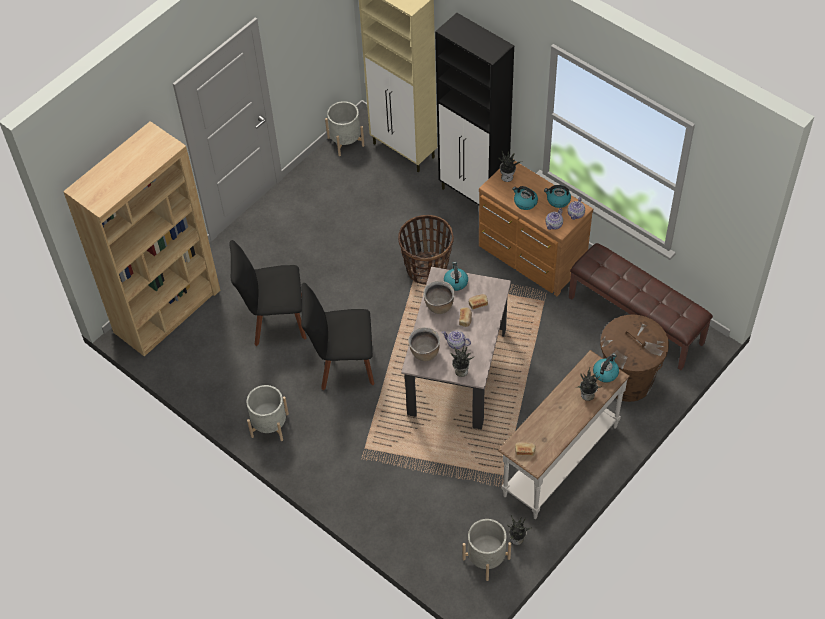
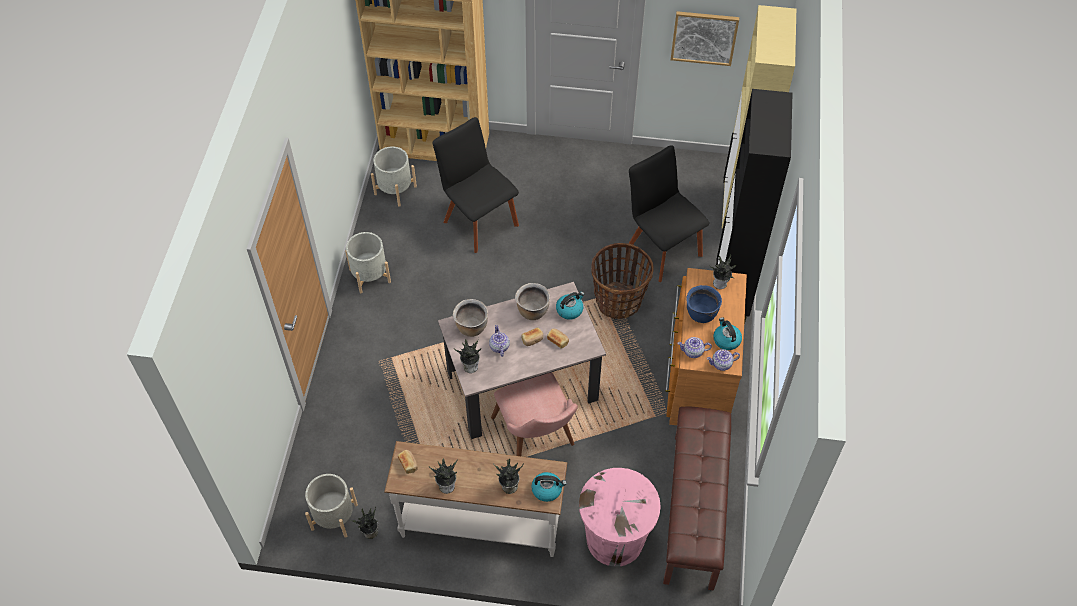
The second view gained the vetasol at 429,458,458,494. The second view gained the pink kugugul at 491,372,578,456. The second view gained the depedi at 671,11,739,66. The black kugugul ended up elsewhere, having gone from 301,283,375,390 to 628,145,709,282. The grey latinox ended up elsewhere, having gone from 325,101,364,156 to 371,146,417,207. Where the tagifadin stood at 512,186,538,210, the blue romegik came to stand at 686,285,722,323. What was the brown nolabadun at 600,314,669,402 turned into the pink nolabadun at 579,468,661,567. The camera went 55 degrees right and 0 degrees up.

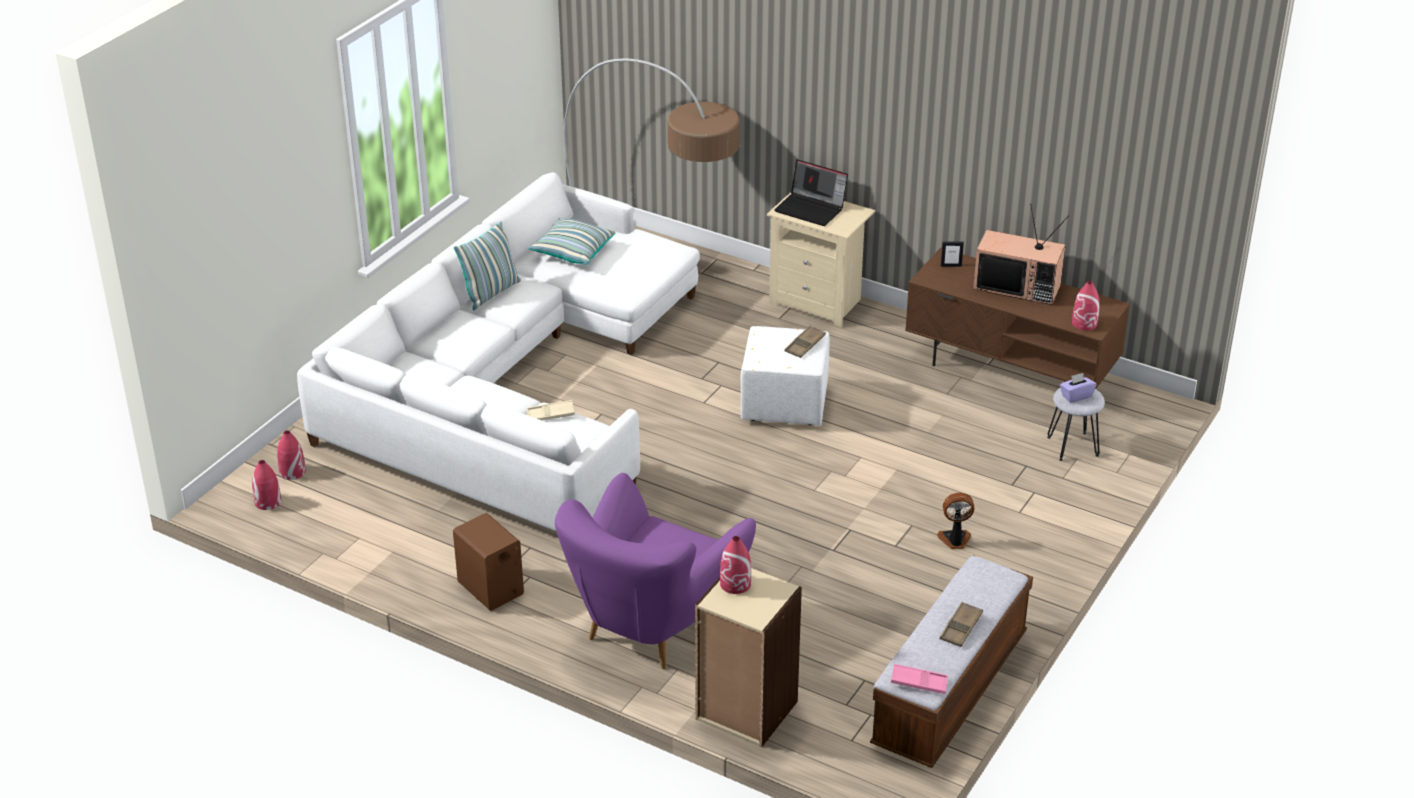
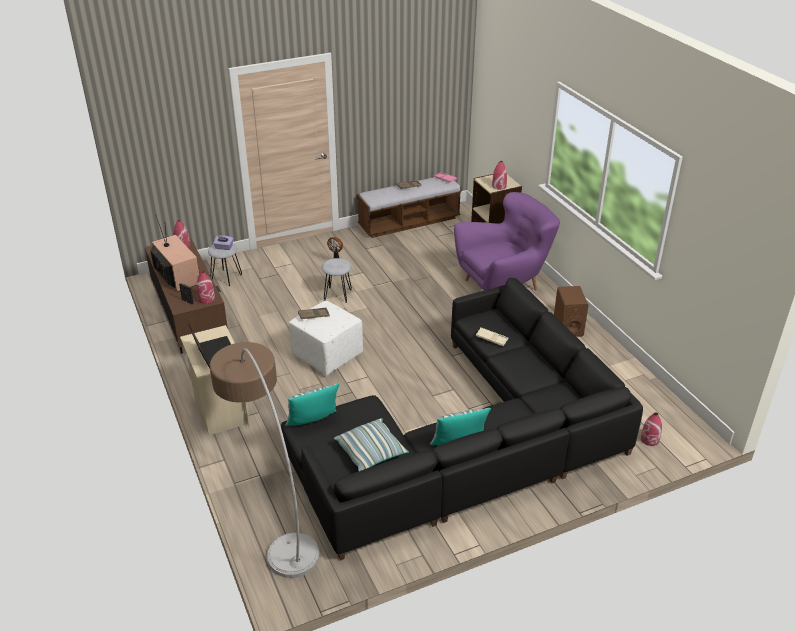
The second view gained the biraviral at 286,383,340,426. The second view gained the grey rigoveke at 322,258,352,303. The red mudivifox ended up elsewhere, having gone from 252,460,281,510 to 196,271,215,304. What was the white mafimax at 297,172,700,531 turned into the black mafimax at 281,278,643,561. The camera went 145 degrees left and 0 degrees up.

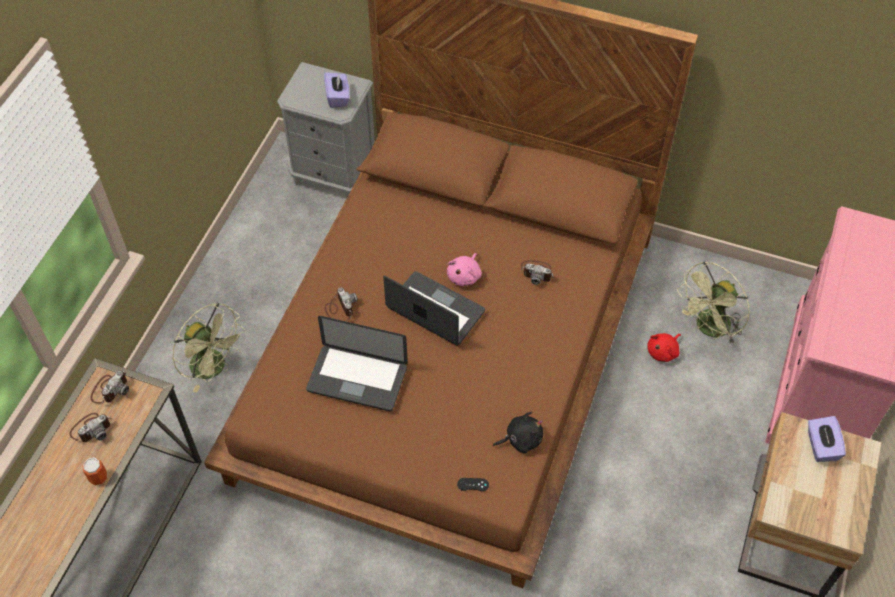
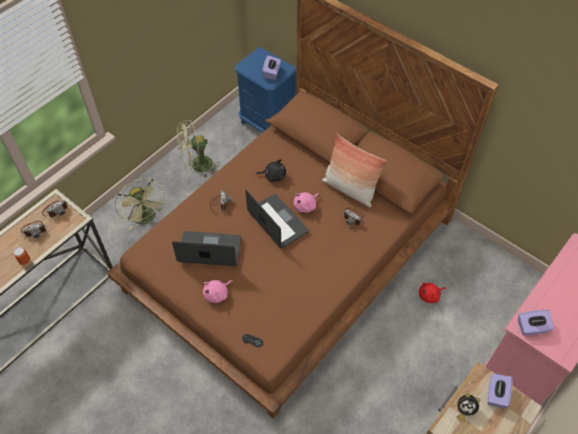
The second view gained the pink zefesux at 203,280,233,303. The second view gained the biraviral at 322,133,387,207. The second view gained the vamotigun at 457,394,480,421. The second view gained the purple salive at 518,310,554,336. The black zefesux ended up elsewhere, having gone from 493,412,543,453 to 256,159,286,182. The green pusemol ended up elsewhere, having gone from 677,261,750,345 to 177,119,219,178. What was the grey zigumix at 277,62,375,195 turned into the blue zigumix at 235,47,296,132. The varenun at 306,316,408,411 ended up facing another way, 150 degrees clockwise from before. The camera went 20 degrees right and 0 degrees up.

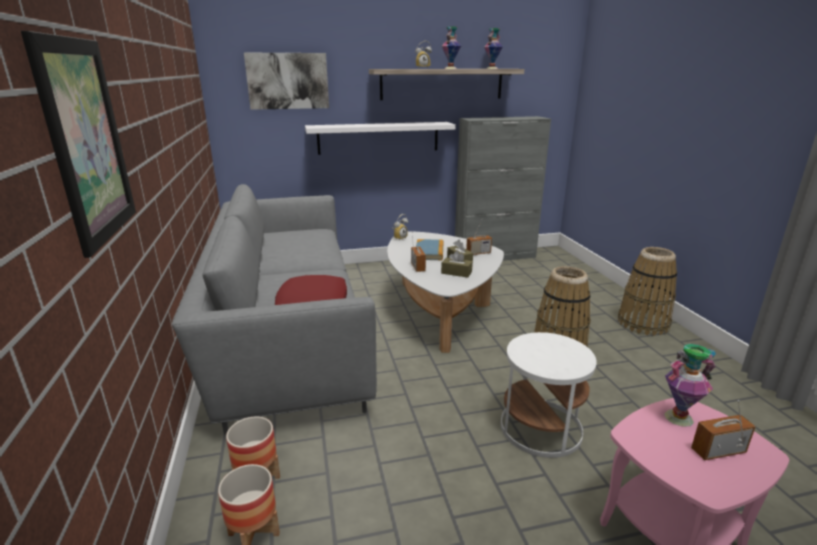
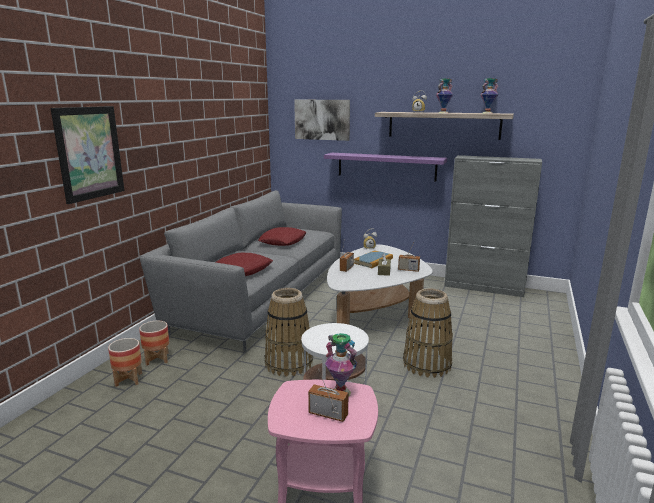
The second view lost the brown salive at 441,251,473,278. The second view gained the red biraviral at 258,227,307,246. The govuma ended up elsewhere, having gone from 618,247,677,336 to 265,288,313,377. What was the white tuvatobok at 305,122,456,155 turned into the purple tuvatobok at 324,153,447,182. The camera went 35 degrees right and 5 degrees down.

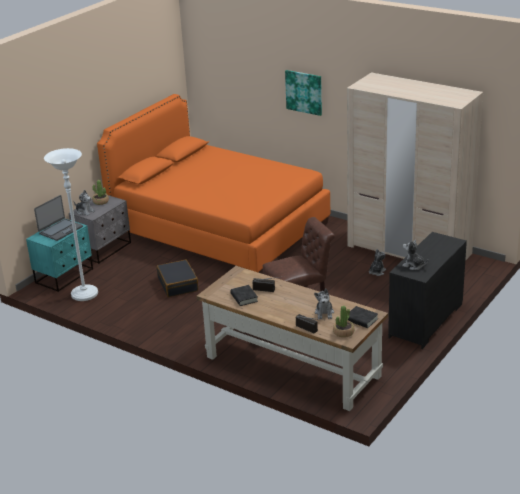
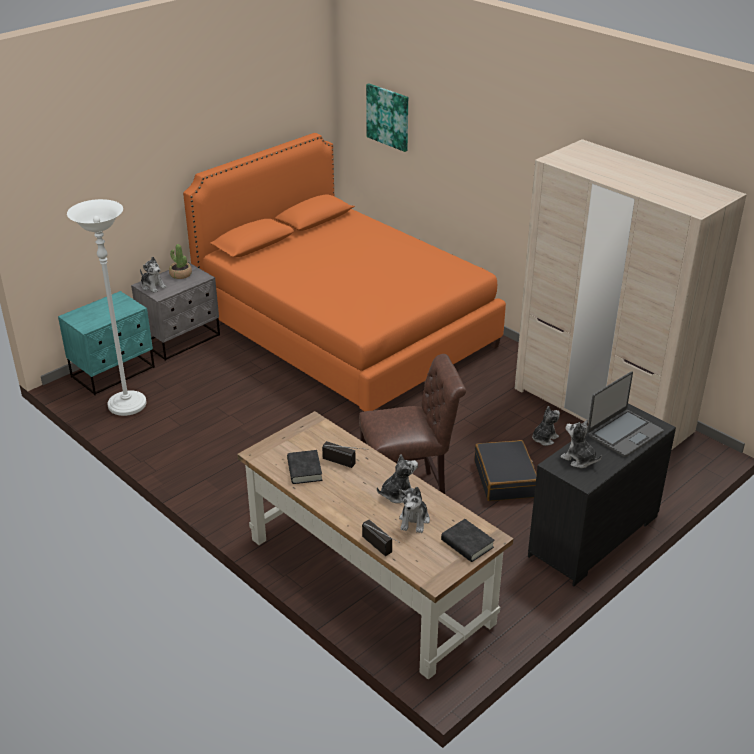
The second view lost the vetasol at 333,306,354,338. The second view gained the zefesux at 377,454,418,503. The varenun ended up elsewhere, having gone from 34,195,83,241 to 588,371,664,457. The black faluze ended up elsewhere, having gone from 156,259,198,297 to 475,440,537,501. The depedi ended up elsewhere, having gone from 285,70,322,116 to 366,83,408,152. The camera went 10 degrees right and 5 degrees up.

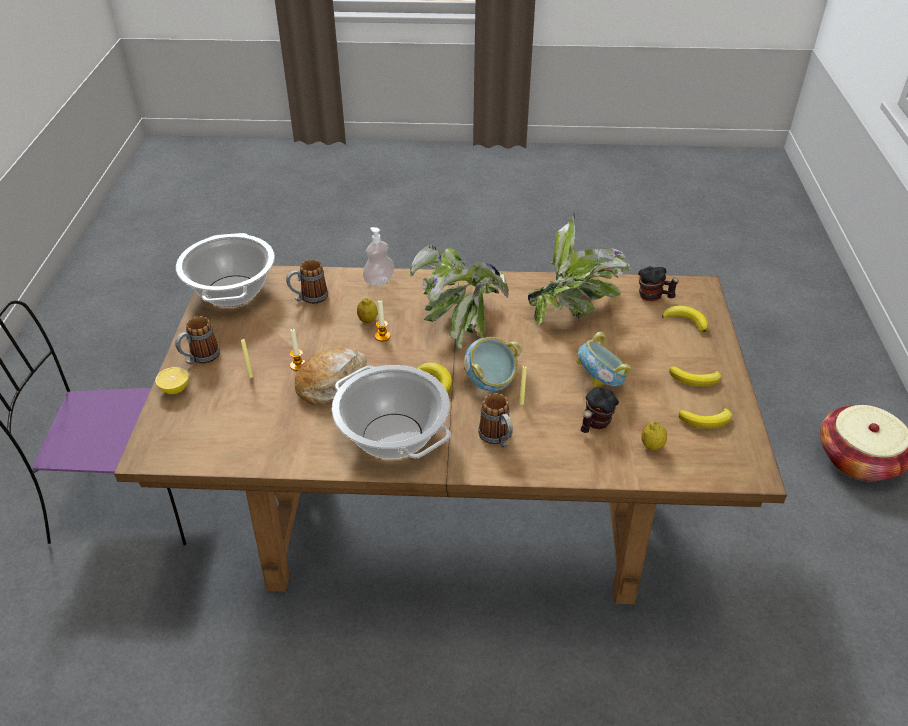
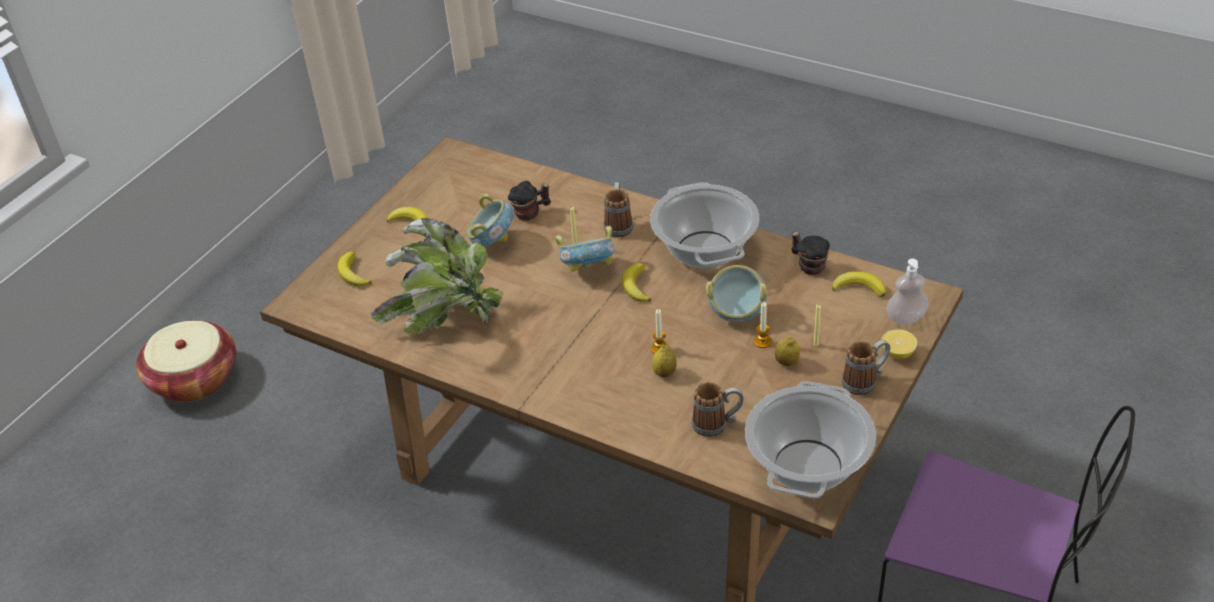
The second view lost the vetasol at 410,244,509,349. The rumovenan ended up elsewhere, having gone from 363,227,394,286 to 886,259,929,325. The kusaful ended up elsewhere, having gone from 638,267,679,301 to 791,232,830,275. The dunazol ended up elsewhere, having gone from 641,421,667,450 to 775,337,800,366. The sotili ended up elsewhere, having gone from 679,408,732,428 to 832,271,886,297. Where the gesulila stood at 294,348,367,405, the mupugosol came to stand at 706,265,767,322. The camera went 150 degrees left and 0 degrees up.

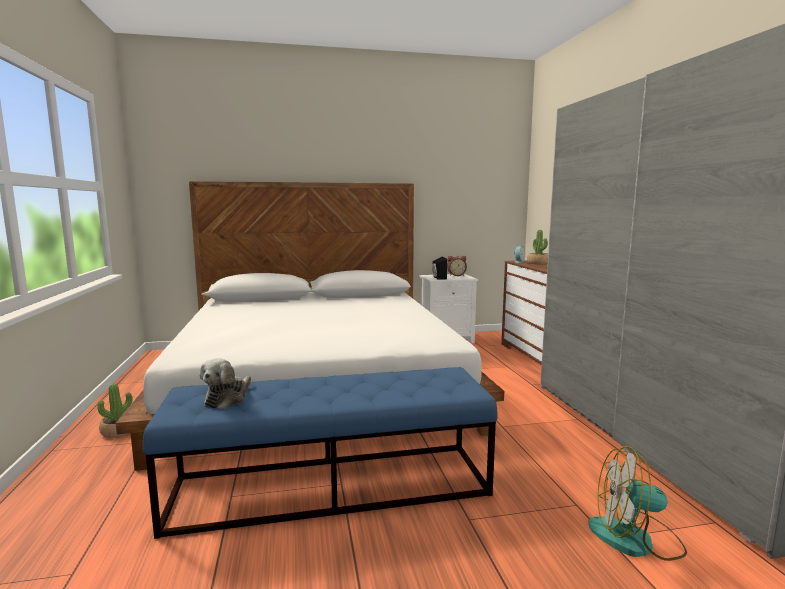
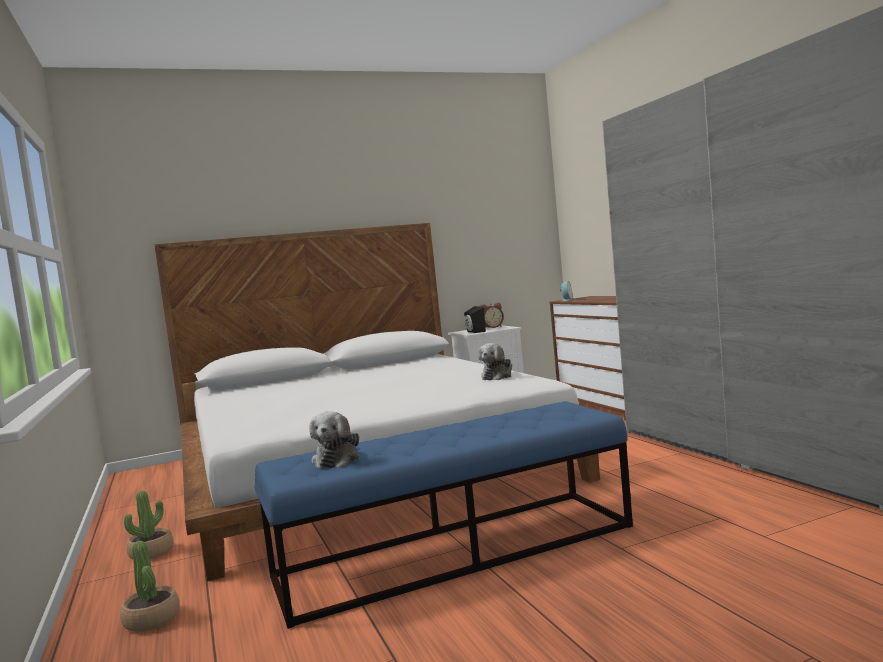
The second view lost the pusemol at 588,446,687,561. The second view gained the zefesux at 478,343,512,380. The vetasol ended up elsewhere, having gone from 527,230,548,265 to 120,541,180,632. The camera went 10 degrees left and 5 degrees down.

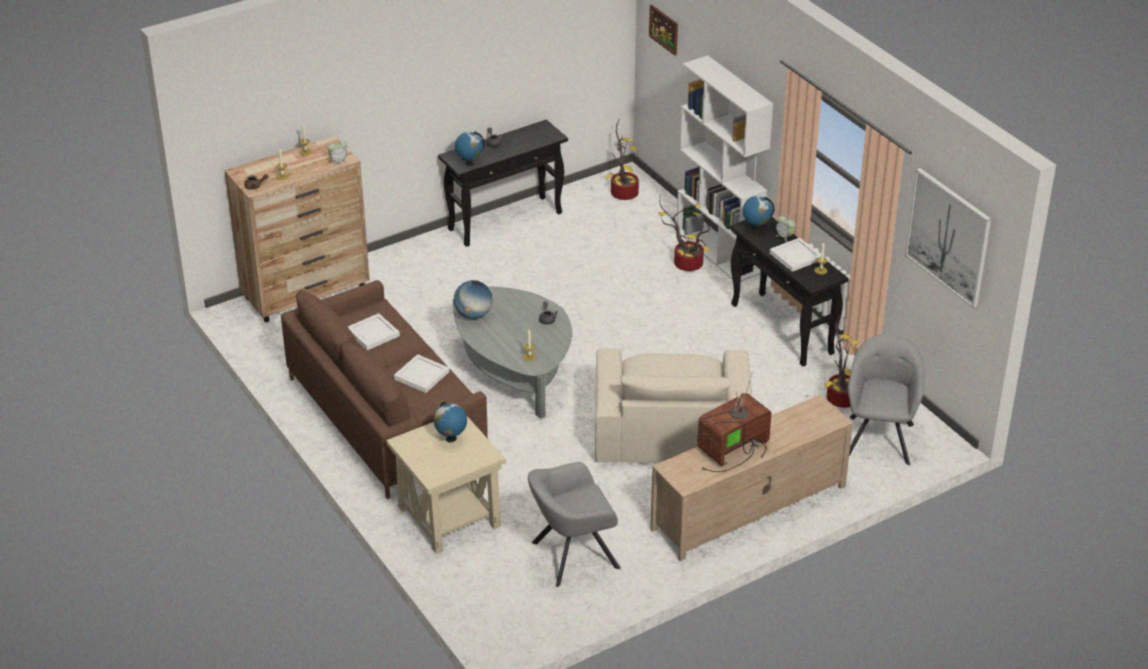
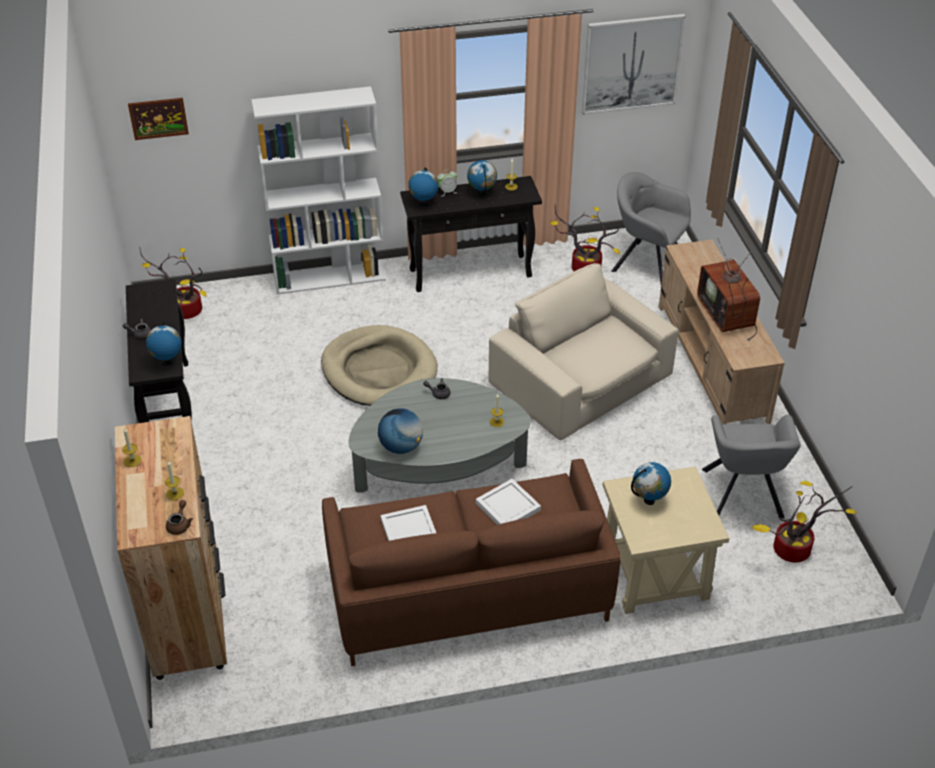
The second view lost the vamotigun at 327,139,348,166. The second view gained the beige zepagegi at 321,325,438,406. The vetasol ended up elsewhere, having gone from 658,201,710,271 to 752,481,857,563. Where the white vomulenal stood at 770,238,821,272, the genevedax came to stand at 467,160,497,196. The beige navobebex at 595,349,752,463 ended up facing another way, 150 degrees counterclockwise from before. The camera went 70 degrees left and 5 degrees up.

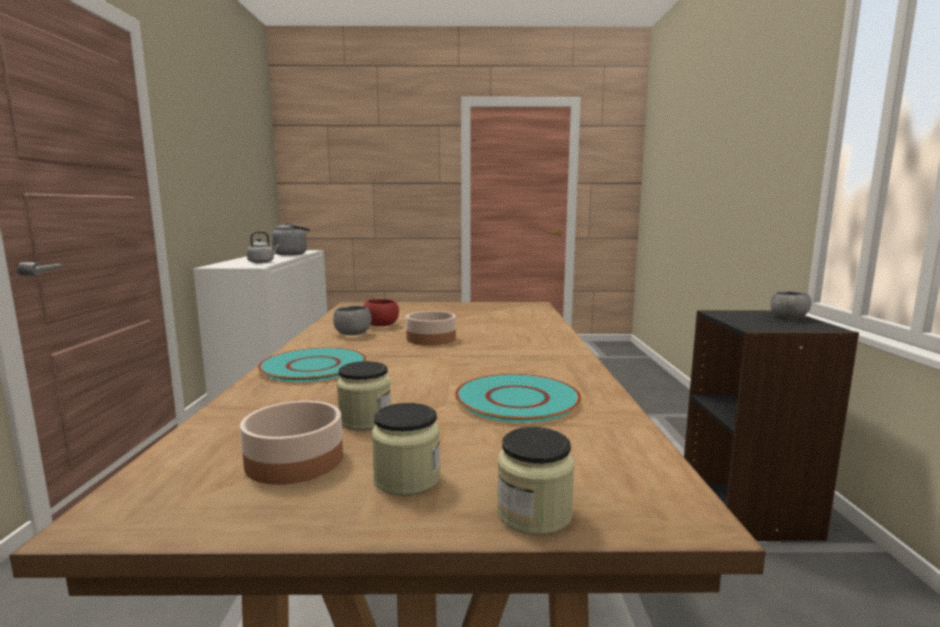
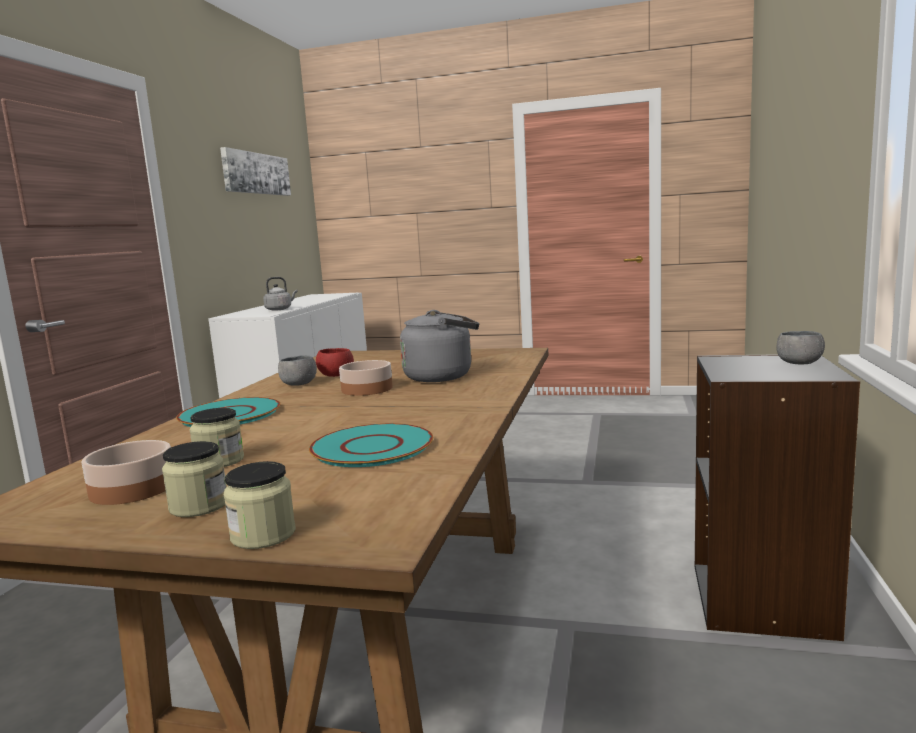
The second view gained the depedi at 220,147,291,196. The grey tagifadin ended up elsewhere, having gone from 272,222,310,255 to 400,310,479,382. The camera went 15 degrees right and 0 degrees up.

